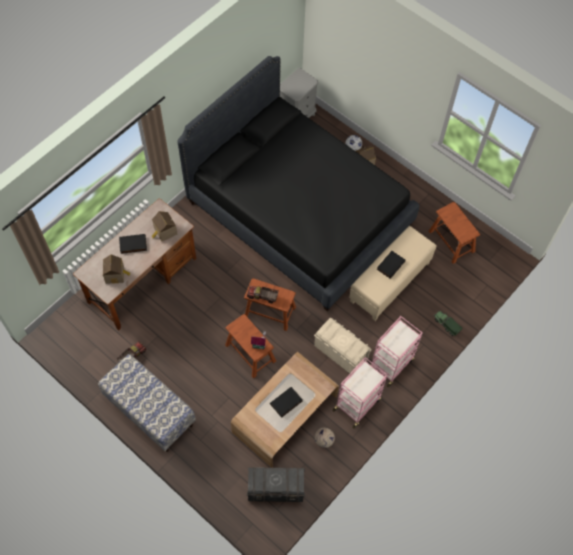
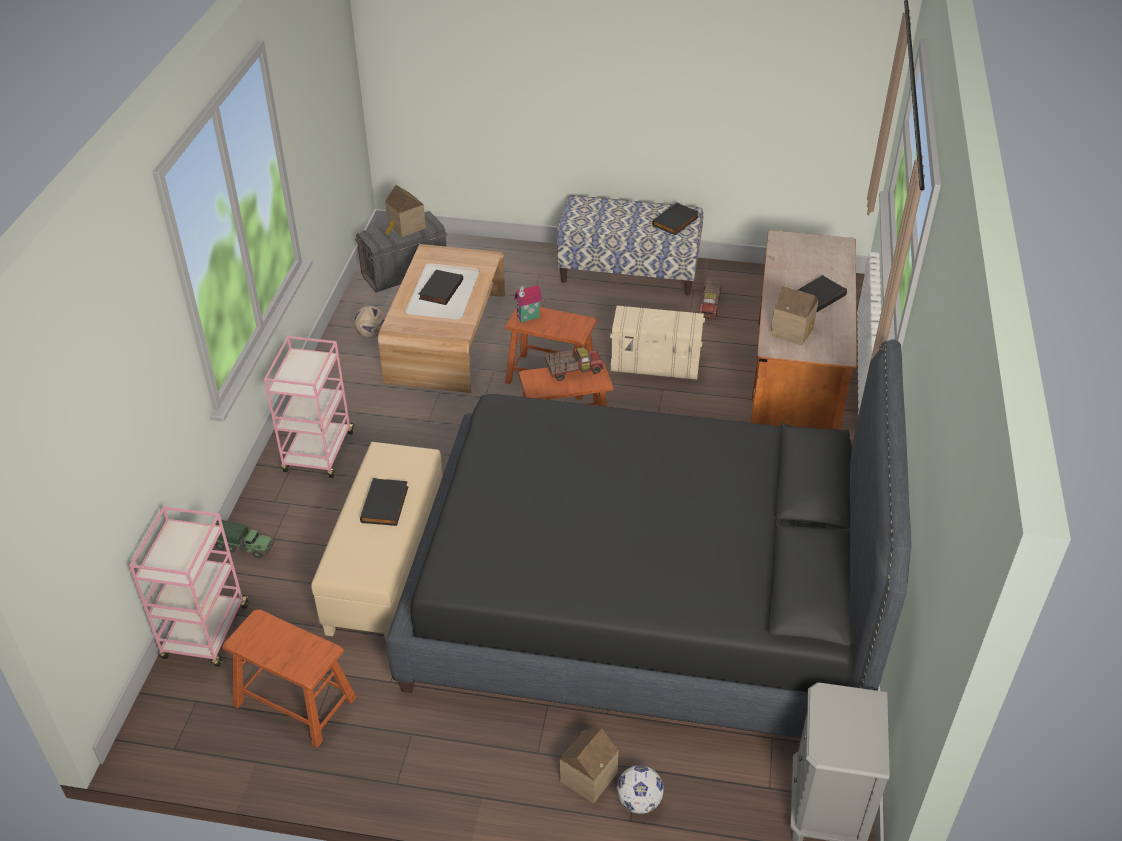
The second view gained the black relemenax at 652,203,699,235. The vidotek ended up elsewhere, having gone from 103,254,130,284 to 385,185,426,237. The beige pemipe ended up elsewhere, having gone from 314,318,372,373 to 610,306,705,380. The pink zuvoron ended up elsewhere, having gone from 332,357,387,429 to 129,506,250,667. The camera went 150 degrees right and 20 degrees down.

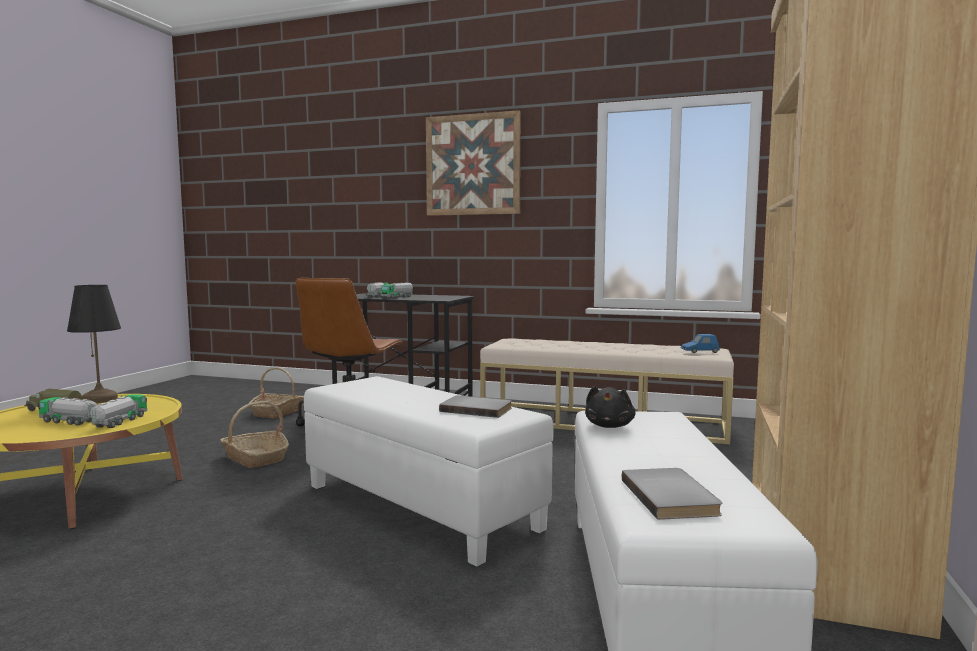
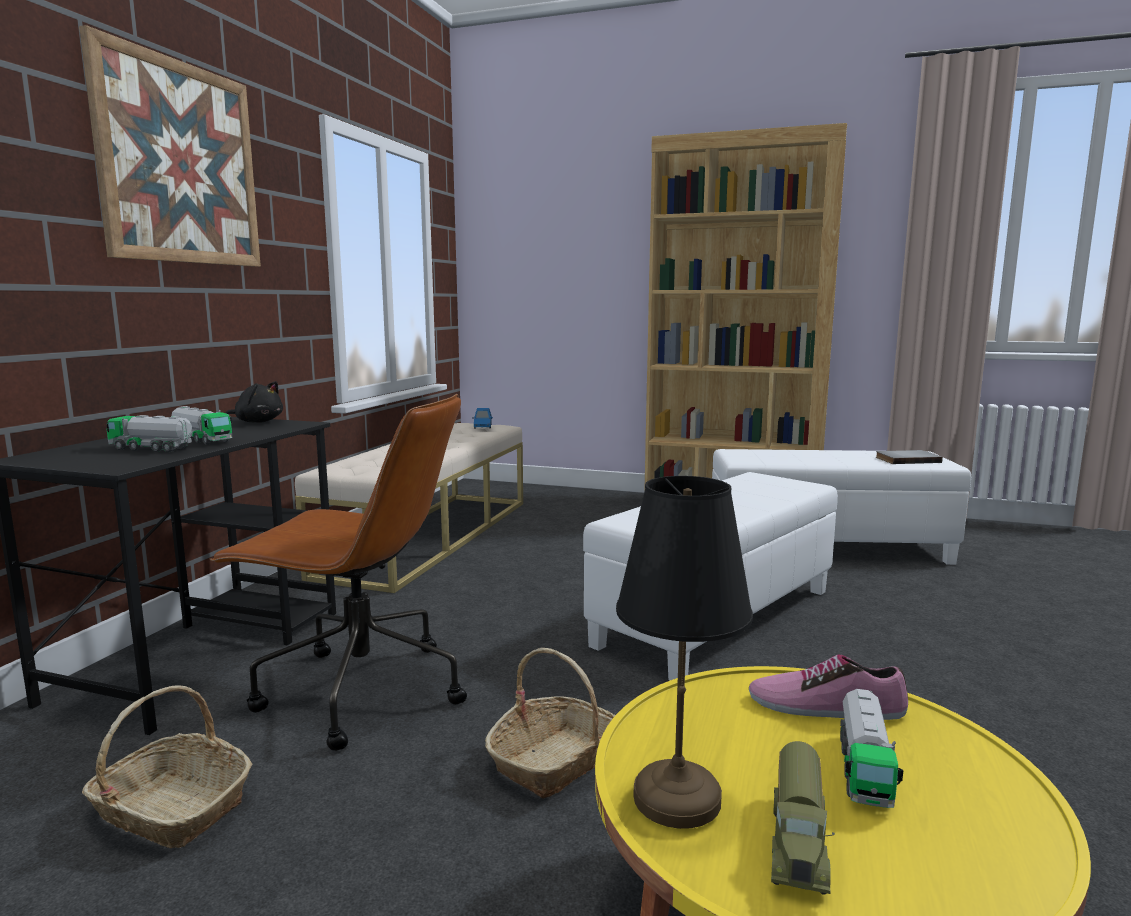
The second view lost the grey relemenax at 439,395,512,418. The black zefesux ended up elsewhere, having gone from 585,386,636,428 to 226,381,283,423. Where the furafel stood at 90,394,147,428, the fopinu came to stand at 749,655,908,720. The camera went 90 degrees left and 5 degrees up.

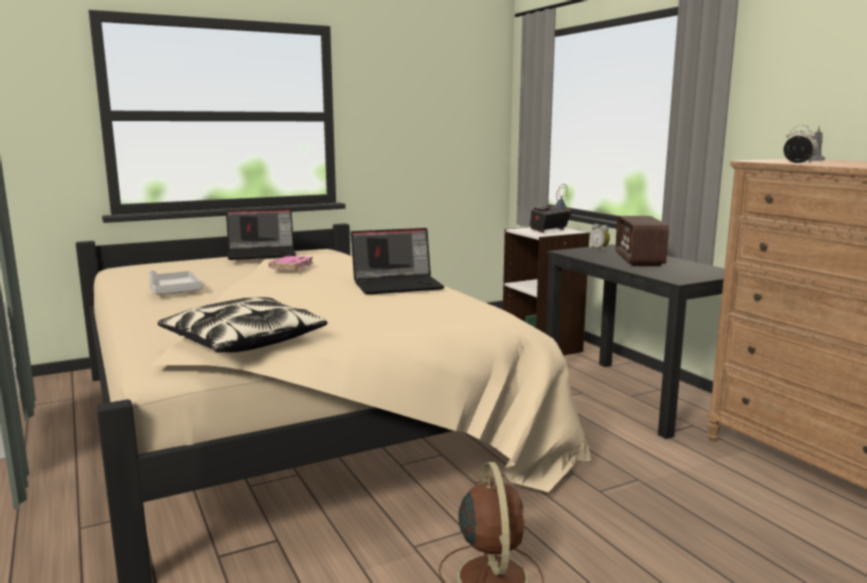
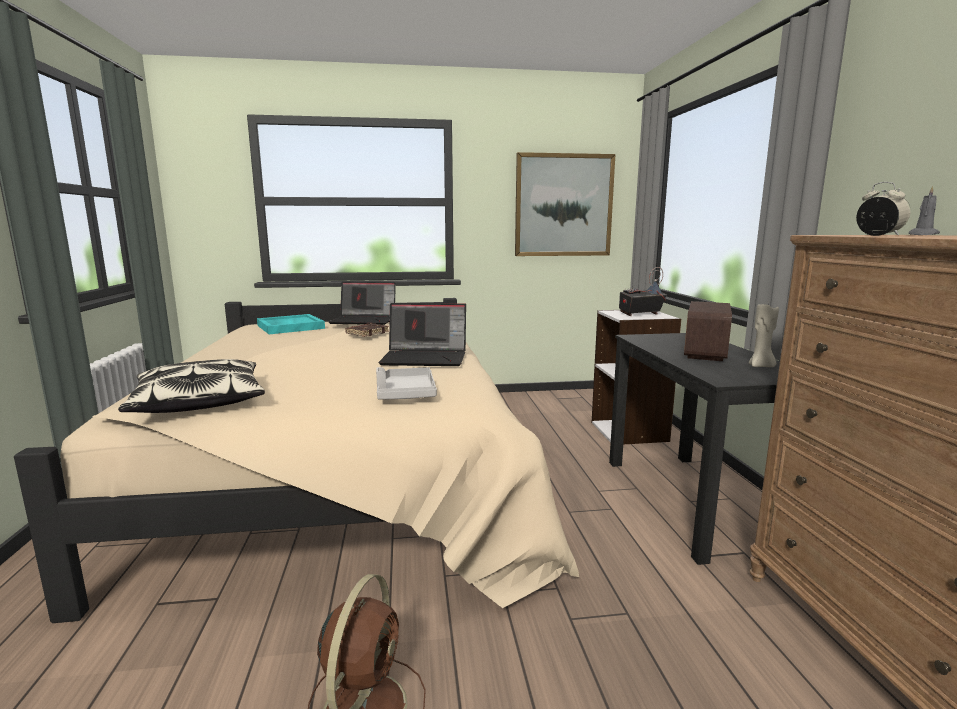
The second view lost the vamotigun at 590,224,610,251. The second view gained the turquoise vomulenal at 257,314,325,334. The second view gained the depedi at 515,152,615,256. The second view gained the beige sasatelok at 749,302,779,367. The grey vomulenal ended up elsewhere, having gone from 149,271,203,294 to 376,367,437,400. What was the pink relemenax at 269,256,313,270 turned into the brown relemenax at 345,323,389,337. The camera went 20 degrees right and 0 degrees up.

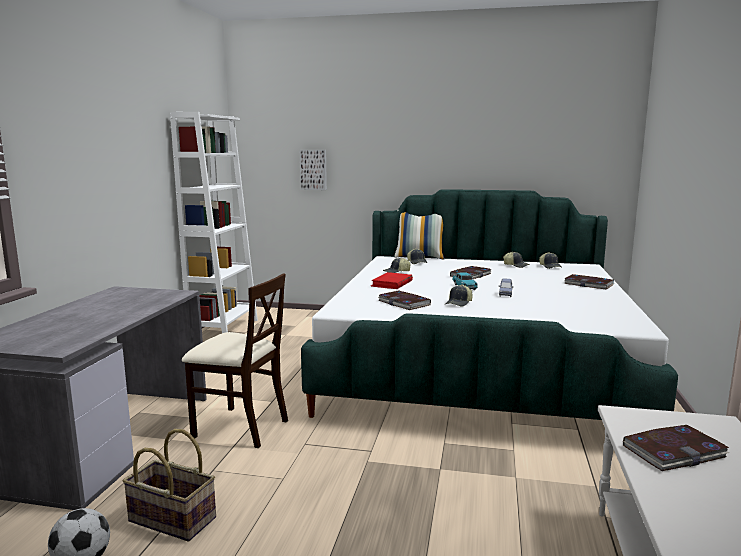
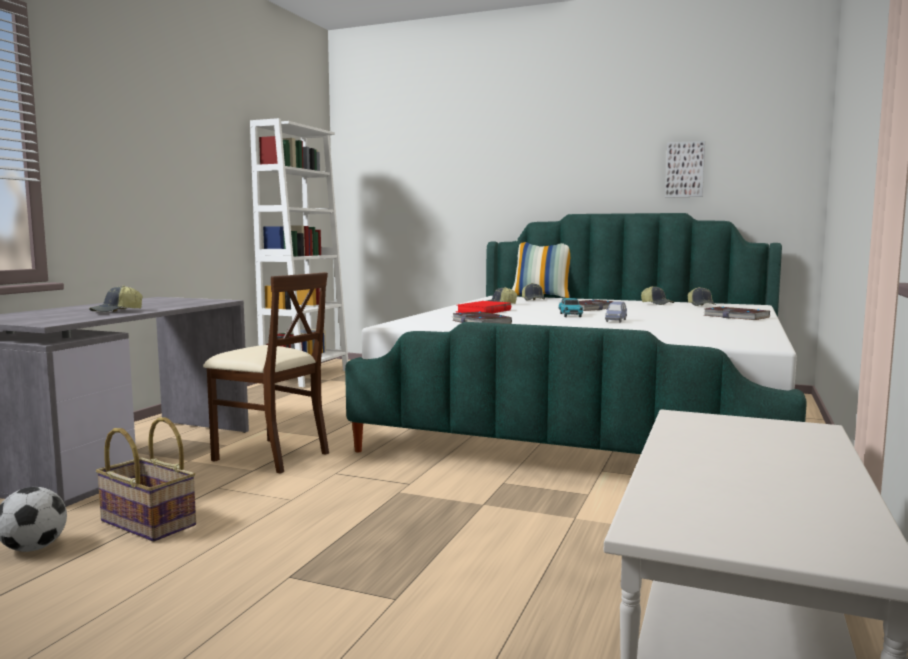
The second view lost the relemenax at 623,425,729,471. The depedi ended up elsewhere, having gone from 300,150,327,190 to 665,141,705,198. The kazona ended up elsewhere, having gone from 445,284,472,307 to 89,286,143,312. The camera went 10 degrees right and 5 degrees down.

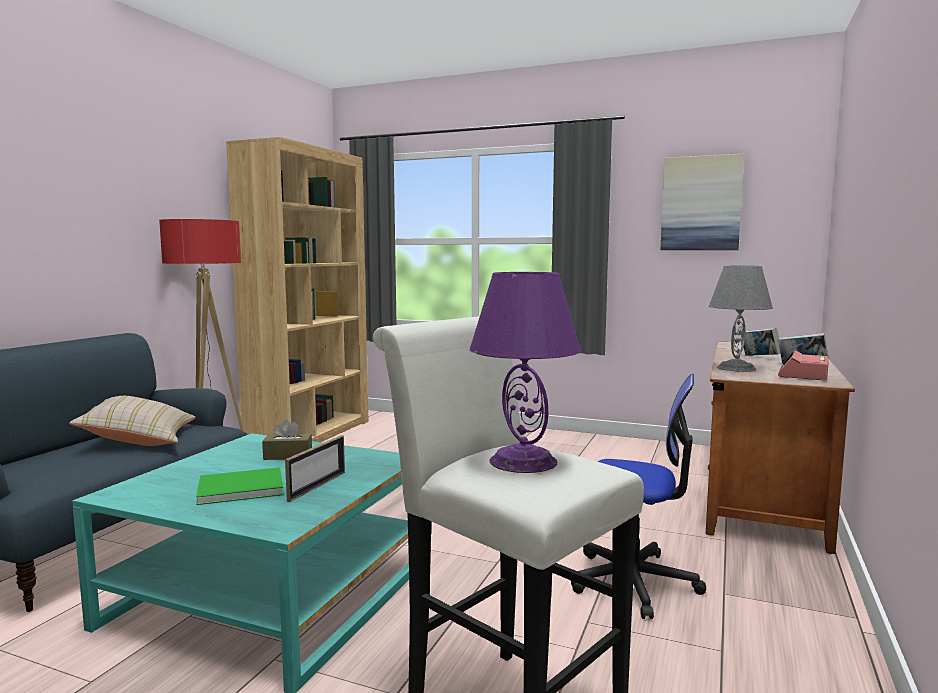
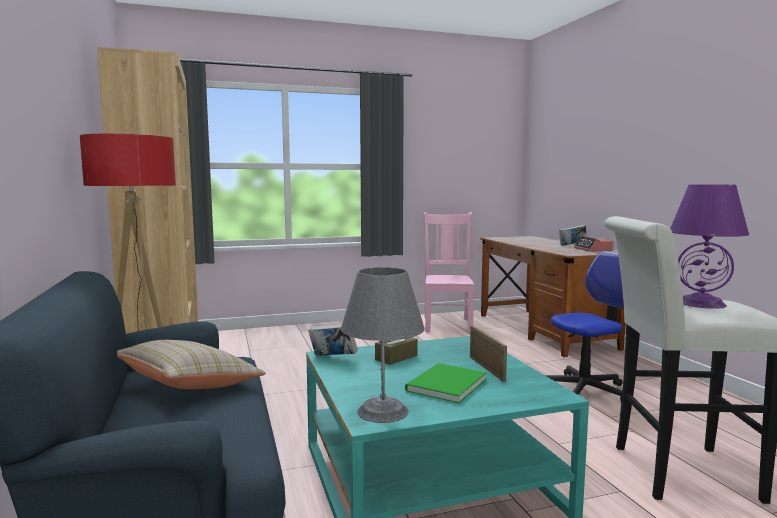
The second view lost the depedi at 660,154,744,250. The second view gained the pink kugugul at 423,212,474,333. The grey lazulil ended up elsewhere, having gone from 709,265,773,372 to 341,267,425,423. The relemenax ended up elsewhere, having gone from 741,328,780,356 to 308,324,358,356. The camera went 40 degrees left and 0 degrees up.

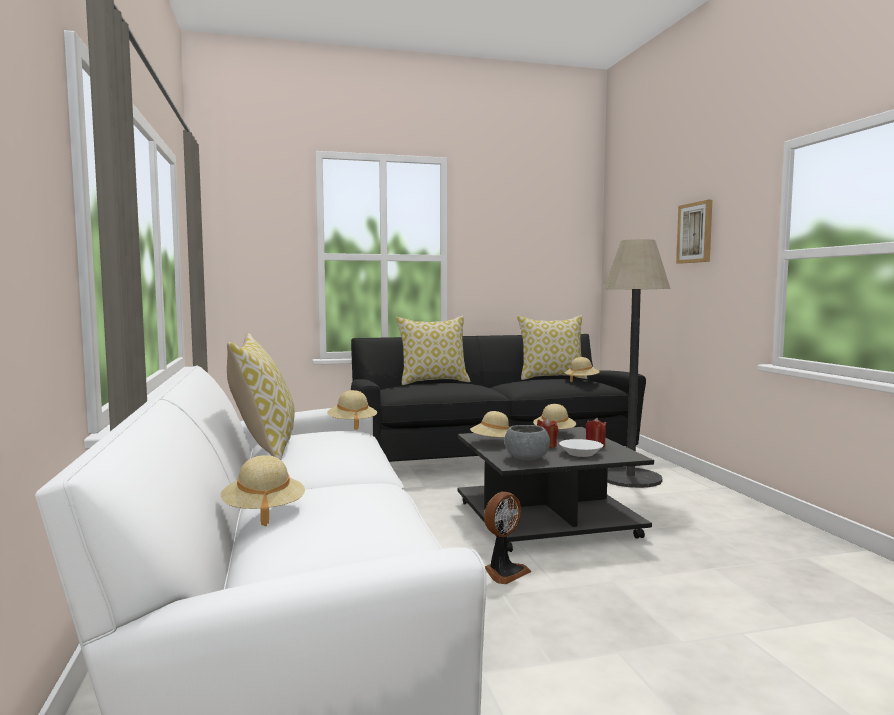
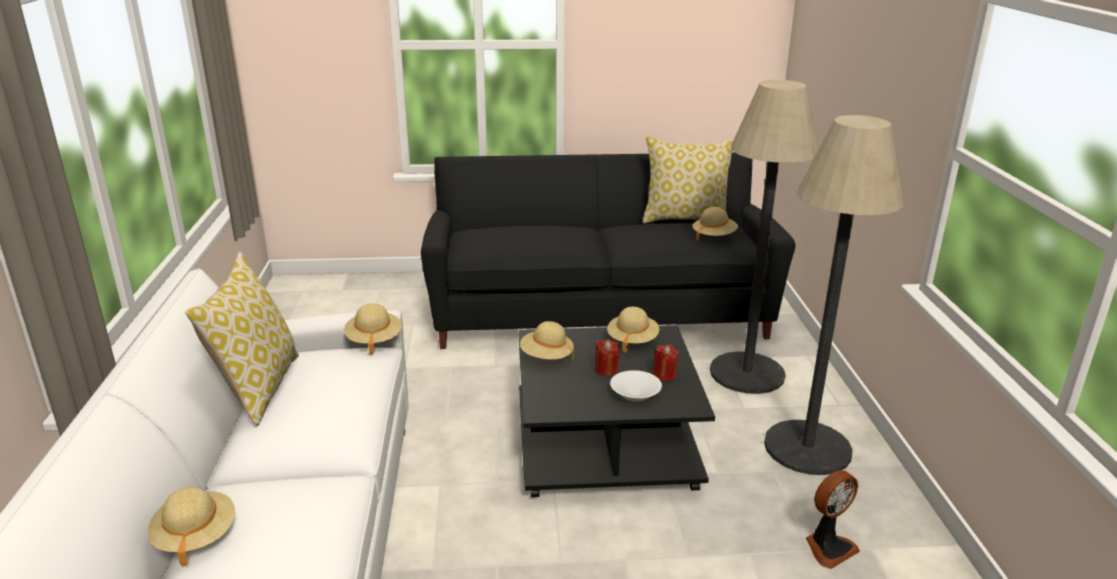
The second view lost the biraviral at 396,316,471,385. The second view lost the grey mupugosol at 504,425,550,460. The second view lost the depedi at 676,200,712,264. The second view gained the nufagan at 764,115,904,475. The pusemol ended up elsewhere, having gone from 484,492,532,584 to 806,470,860,569. The camera went 10 degrees right and 20 degrees up.

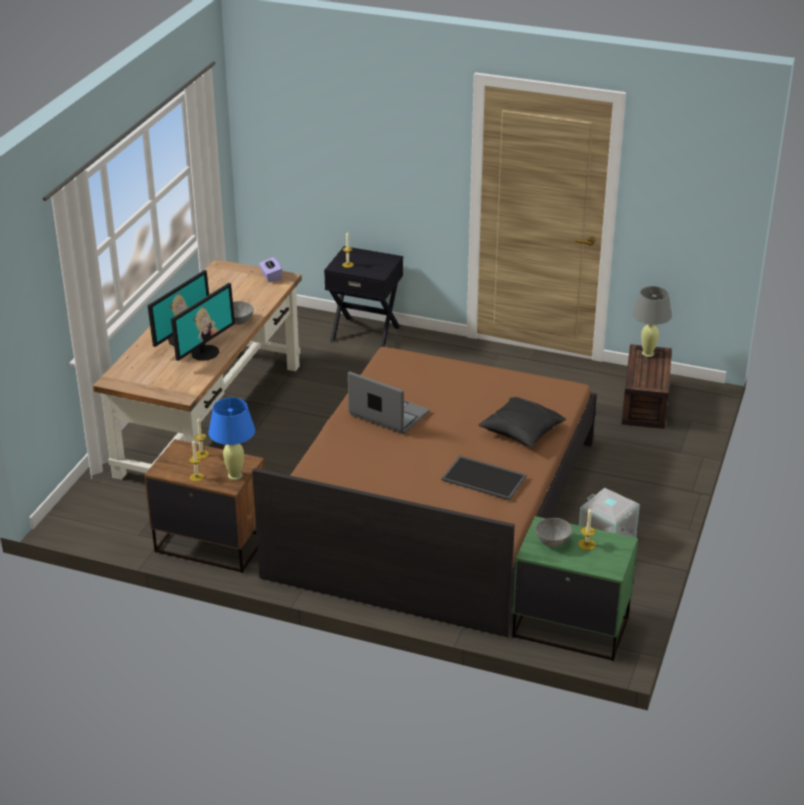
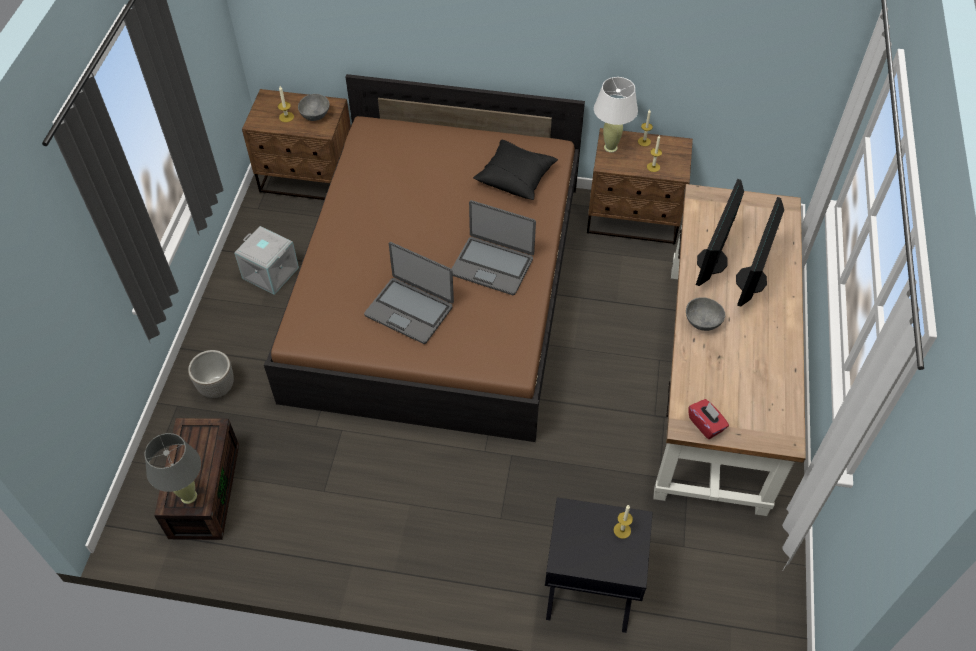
The second view lost the vomulenal at 441,456,527,501. The second view gained the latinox at 188,350,234,398. The second view gained the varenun at 364,242,454,344. The black biraviral ended up elsewhere, having gone from 478,397,566,447 to 473,139,558,200. What was the blue lazulil at 208,397,255,480 turned into the white lazulil at 594,77,638,153. What was the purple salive at 259,257,282,282 turned into the red salive at 688,399,729,439. What was the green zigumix at 512,516,638,661 turned into the brown zigumix at 242,89,351,200. The camera went 170 degrees right and 20 degrees up.

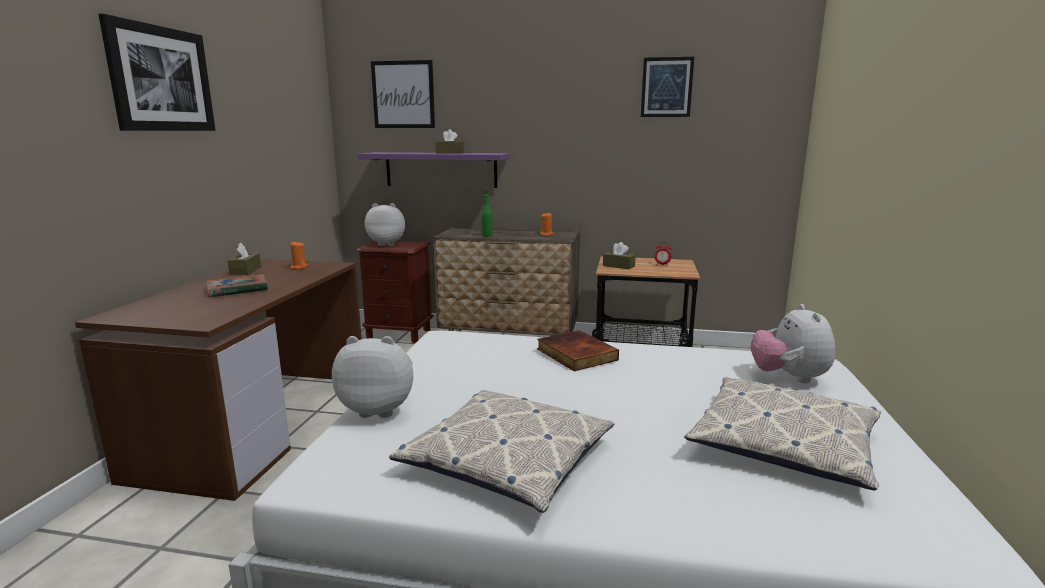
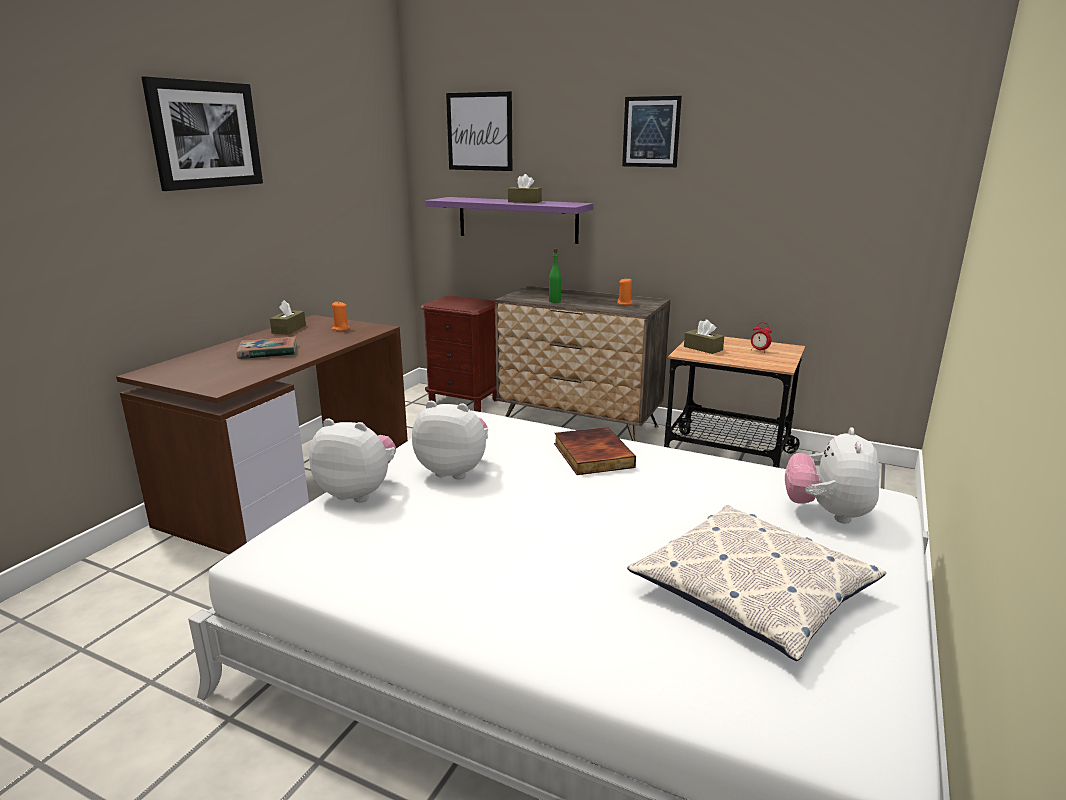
The second view lost the biraviral at 389,390,615,513. The zefesux ended up elsewhere, having gone from 365,203,405,246 to 412,401,488,479. The depedi ended up elsewhere, having gone from 641,57,694,117 to 622,96,682,167. The camera went 15 degrees right and 5 degrees up.

